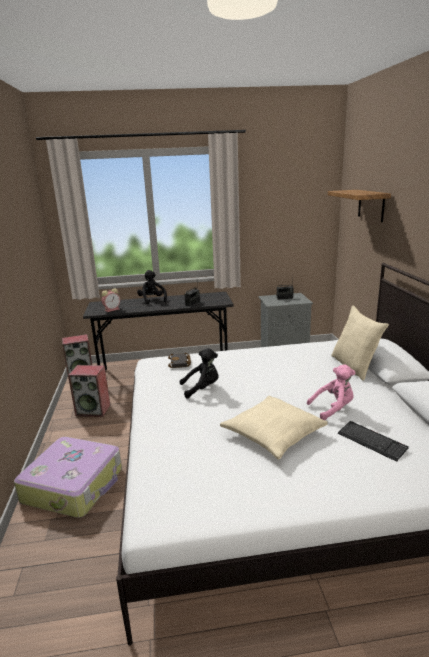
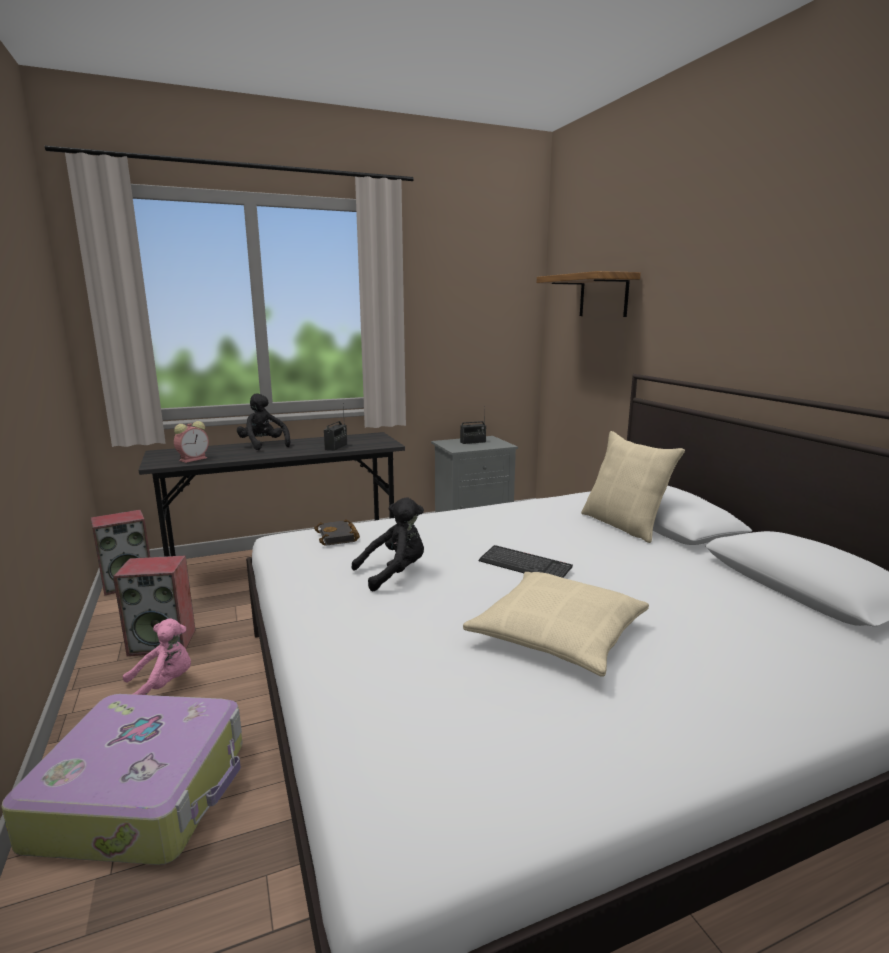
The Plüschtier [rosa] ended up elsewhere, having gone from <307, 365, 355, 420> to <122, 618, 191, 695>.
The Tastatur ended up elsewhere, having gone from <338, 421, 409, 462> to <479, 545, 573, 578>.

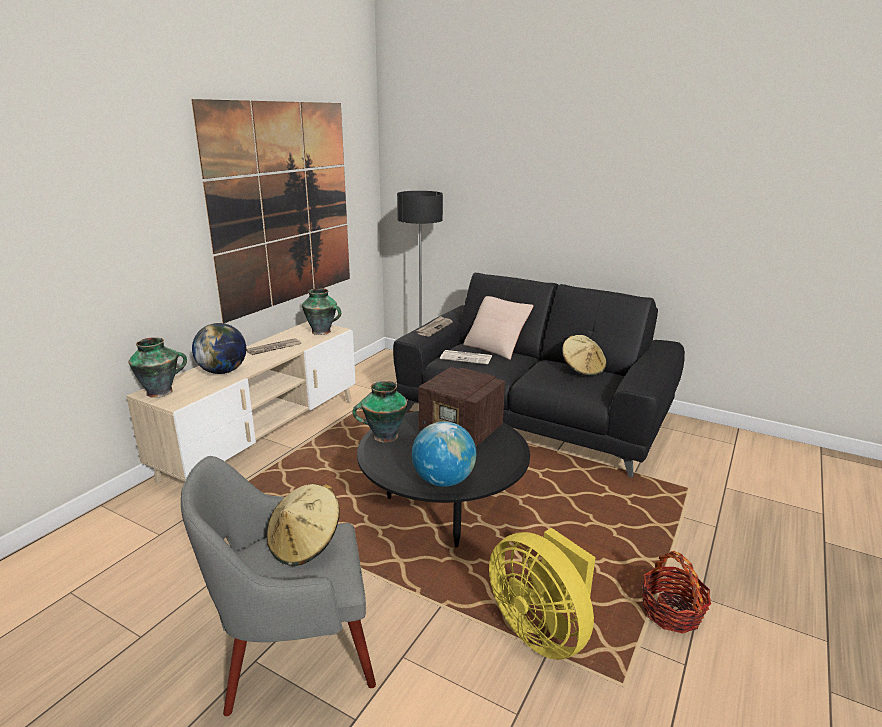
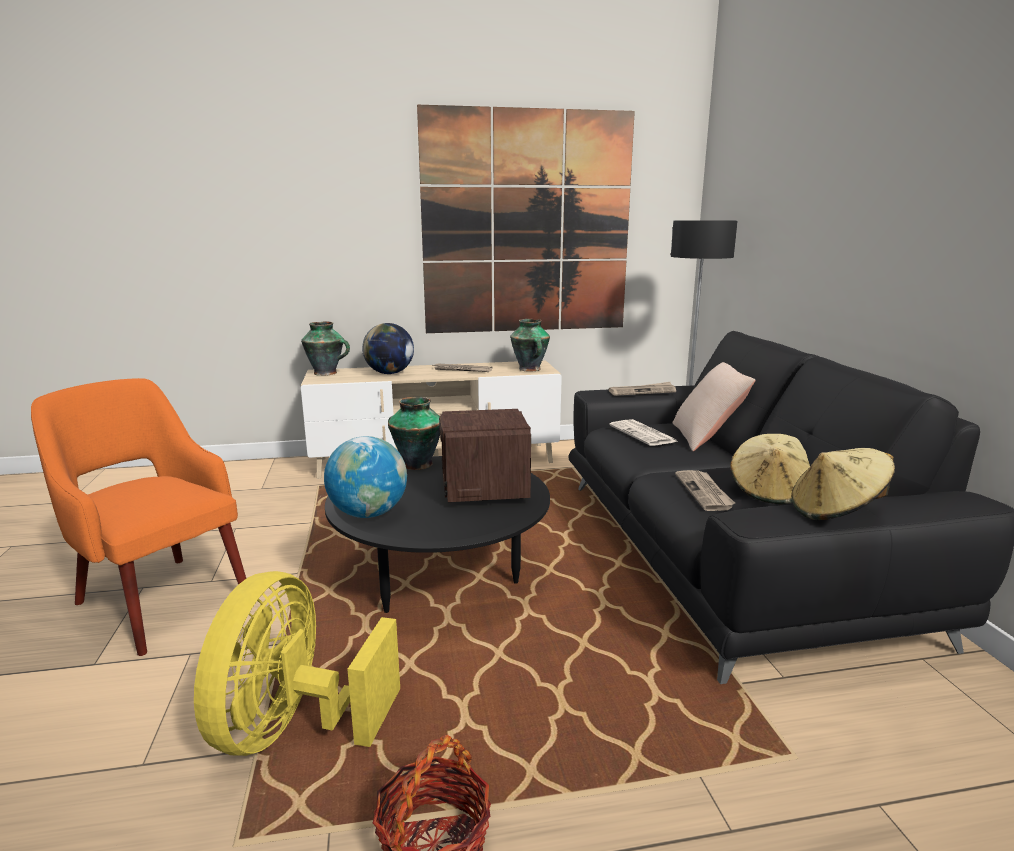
What was the Sessel [grau] at <181, 456, 376, 716> turned into the Sessel [orange] at <31, 378, 246, 656>.
The Hut [beige] ended up elsewhere, having gone from <267, 484, 340, 566> to <791, 448, 895, 520>.
The second view gained the Zeitung at <675, 470, 735, 511>.

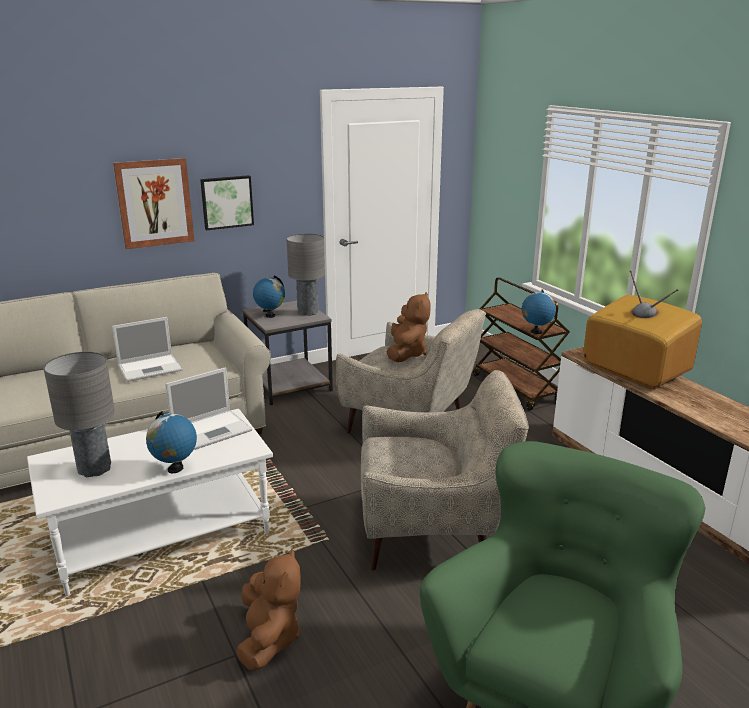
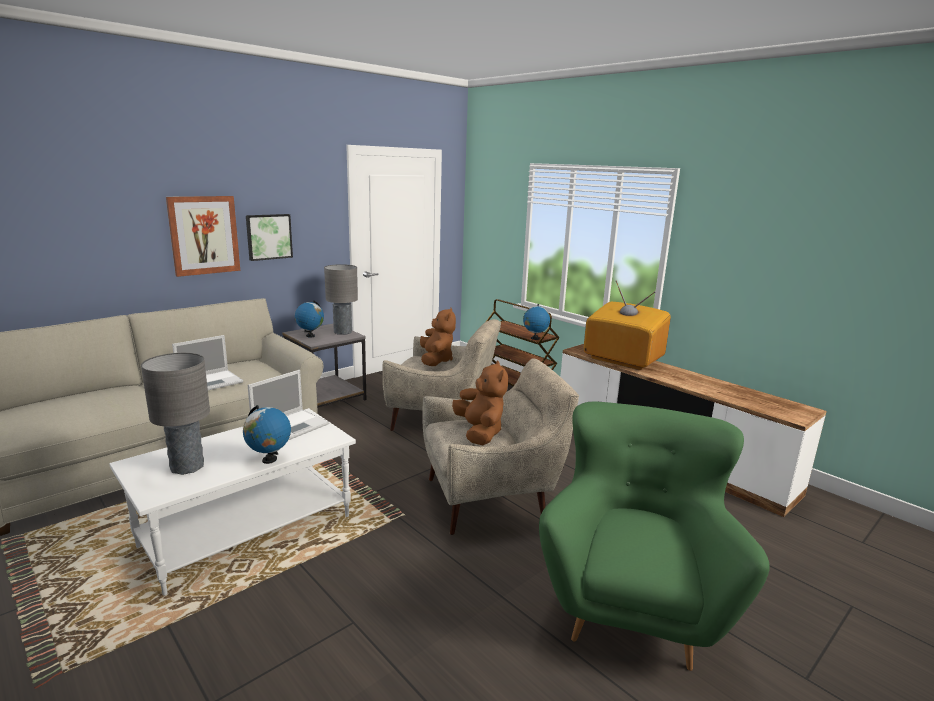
The Plüschtier [braun] ended up elsewhere, having gone from <236, 548, 301, 671> to <452, 361, 508, 445>.

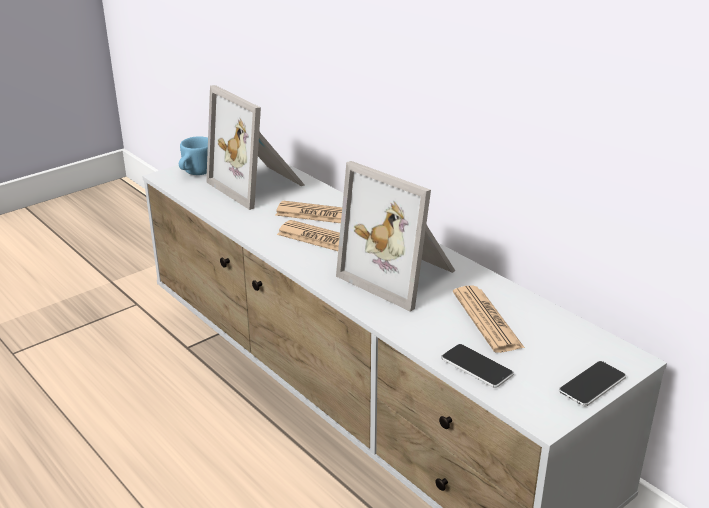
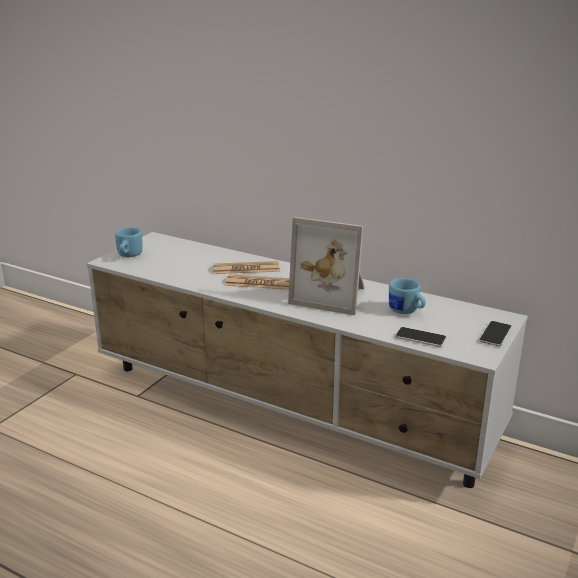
The second view lost the Bilderrahmen at <206, 85, 305, 210>.
Where the Zeitung stood at <453, 285, 525, 353>, the Henkelbecher [blau] came to stand at <389, 278, 426, 314>.

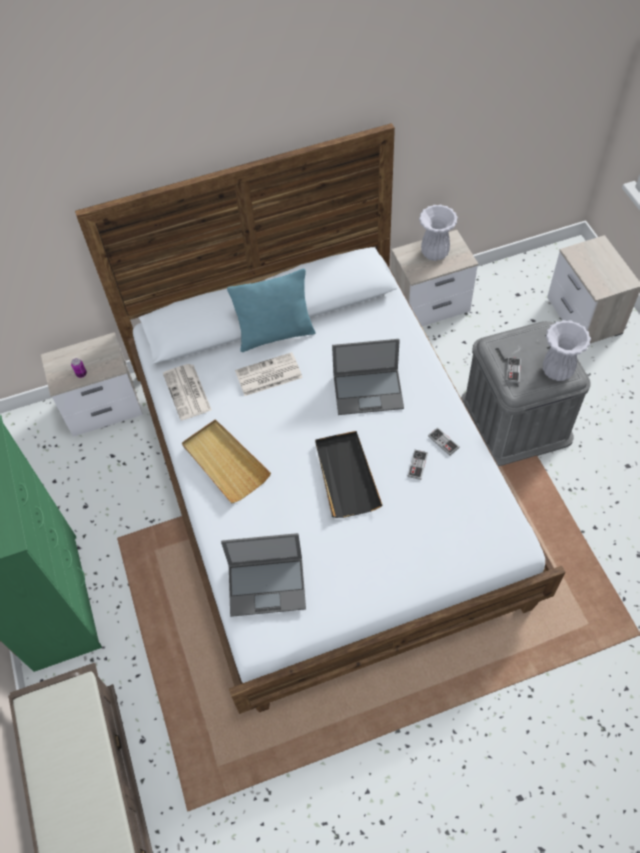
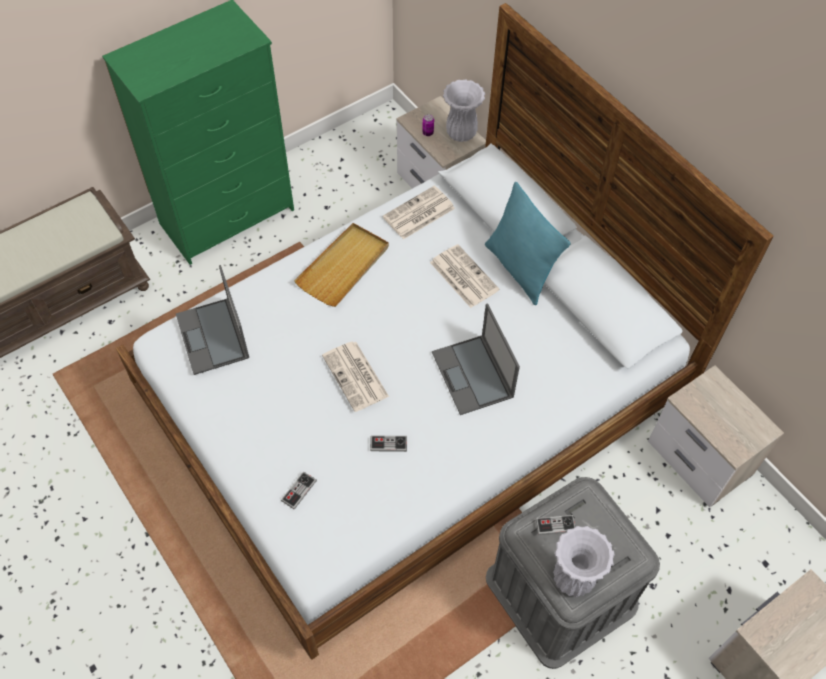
Where the Tablett [schwarz] stood at <315, 431, 382, 518>, the Zeitung came to stand at <322, 342, 389, 412>.
The Vase [weiß] ended up elsewhere, having gone from <419, 205, 458, 261> to <443, 80, 485, 142>.
The Gamepad ended up elsewhere, having gone from <428, 428, 460, 456> to <281, 471, 317, 510>.

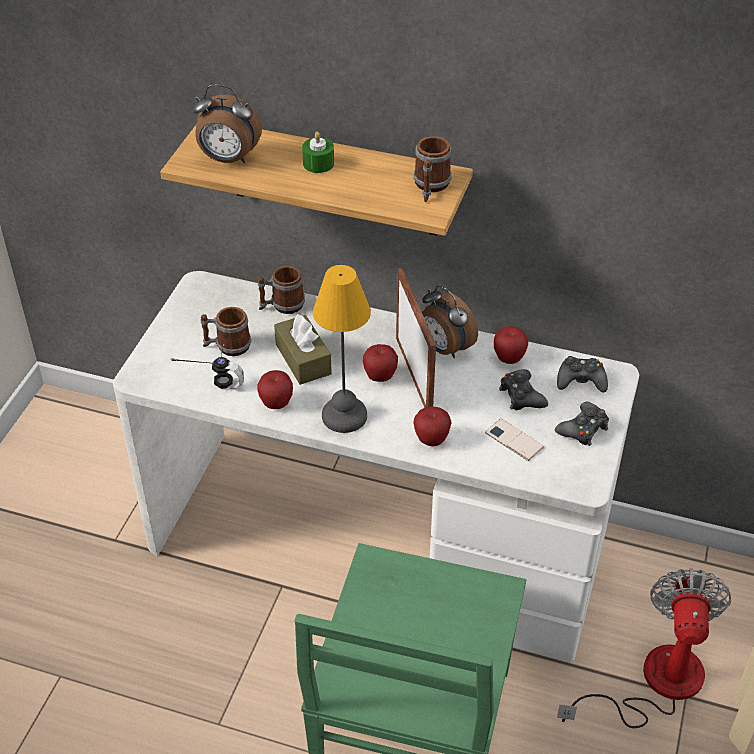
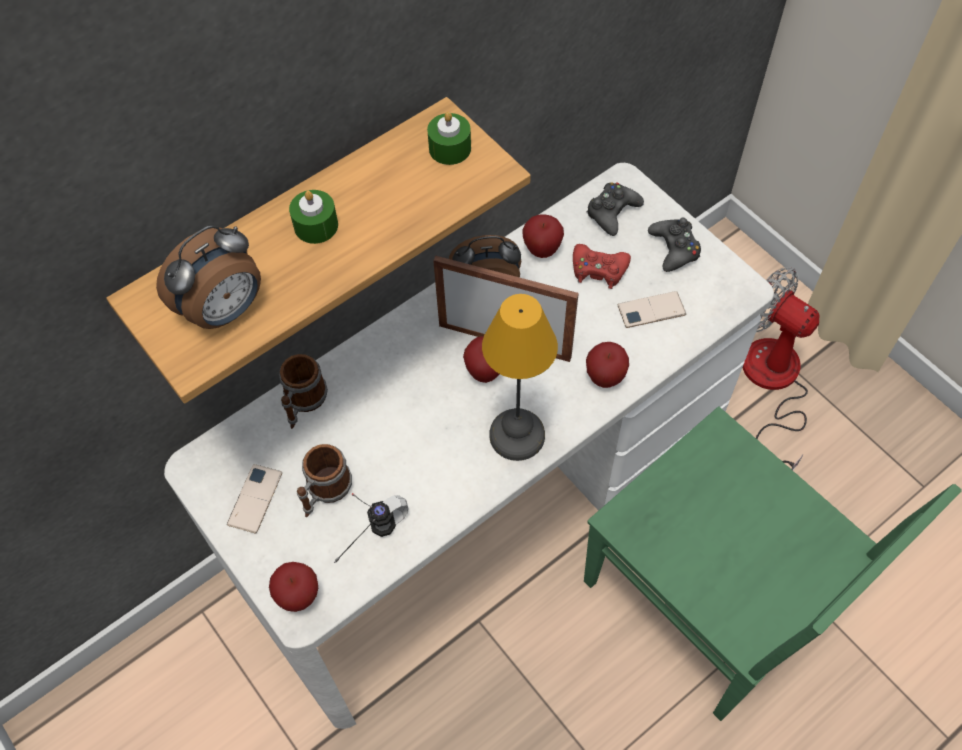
The Apfel ended up elsewhere, having gone from <257, 370, 293, 409> to <269, 562, 318, 612>.
The second view lost the Taschentuchbox [braun] at <274, 313, 332, 385>.
Where the Henkelbecher stood at <414, 136, 452, 203>, the Kerze [grün] came to stand at <427, 112, 471, 165>.
What was the Gamepad [schwarz] at <499, 369, 548, 410> turned into the Gamepad [rot] at <573, 244, 631, 289>.
The second view gained the Handy at <227, 464, 282, 534>.

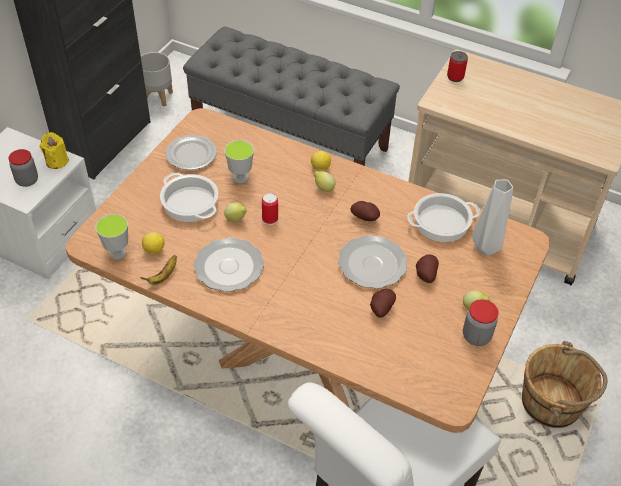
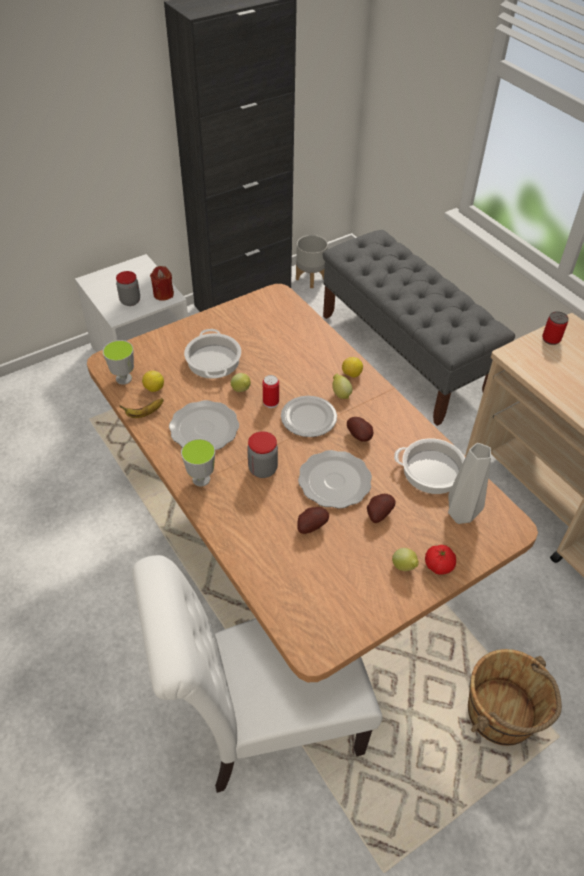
What was the Kerze [gelb] at <39, 132, 69, 169> turned into the Kerze [rot] at <150, 266, 174, 301>.
The Teller ended up elsewhere, having gone from <166, 135, 217, 170> to <281, 396, 337, 437>.
The Tasse ended up elsewhere, having gone from <225, 140, 254, 183> to <181, 439, 215, 487>.
The Vorratsglas ended up elsewhere, having gone from <463, 299, 499, 346> to <247, 431, 278, 478>.
The second view gained the Tomate at <425, 545, 456, 575>.

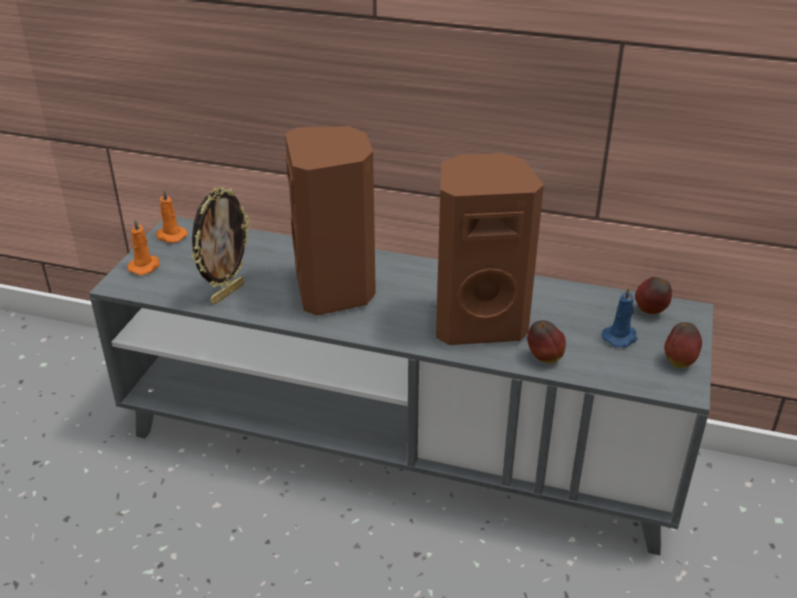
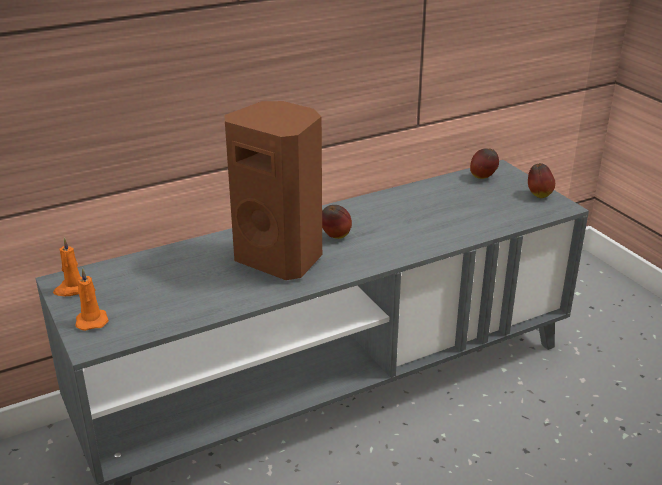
The second view lost the Bilderrahmen at <192, 187, 251, 304>.
The second view lost the Lautsprecher [braun] at <436, 153, 544, 345>.
The Apfel ended up elsewhere, having gone from <527, 320, 566, 363> to <322, 205, 352, 239>.
The second view lost the Kerze [blau] at <602, 286, 637, 347>.

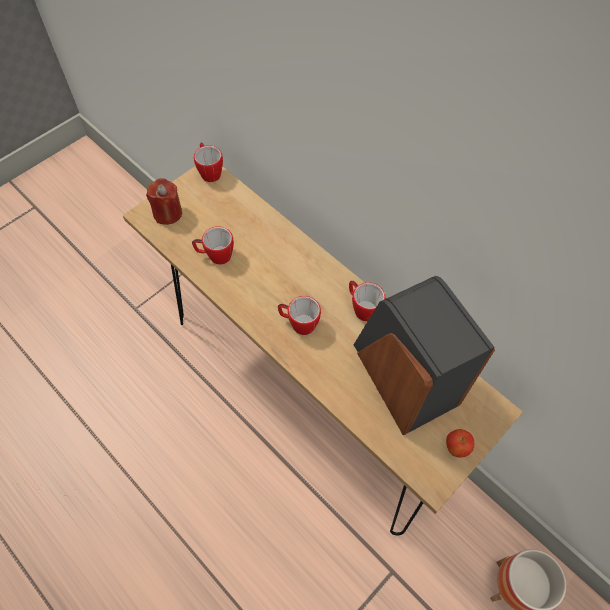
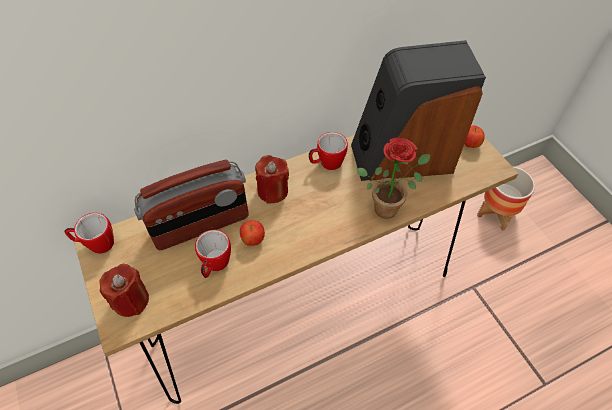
The second view lost the Henkelbecher at <278, 296, 321, 335>.
The second view gained the Radio at <134, 160, 248, 250>.
The second view gained the Apfel at <240, 220, 265, 246>.
The second view gained the Kerze [rot] at <255, 155, 289, 203>.
The second view gained the Topfpflanze at <357, 138, 430, 219>.

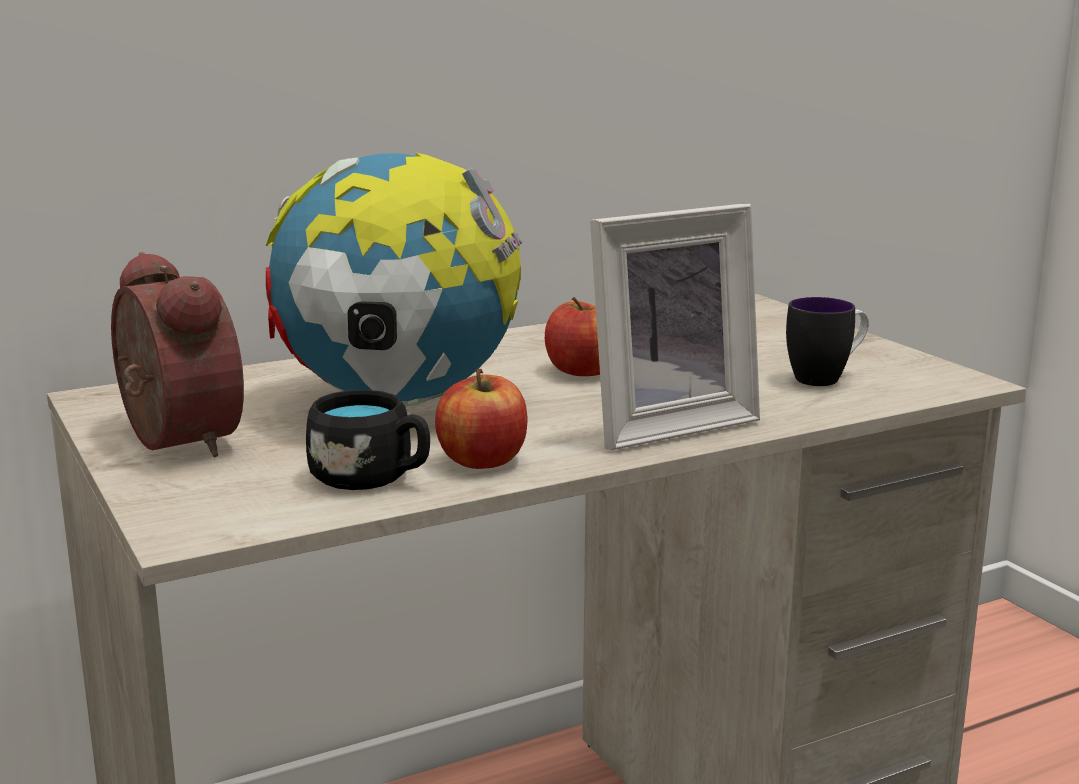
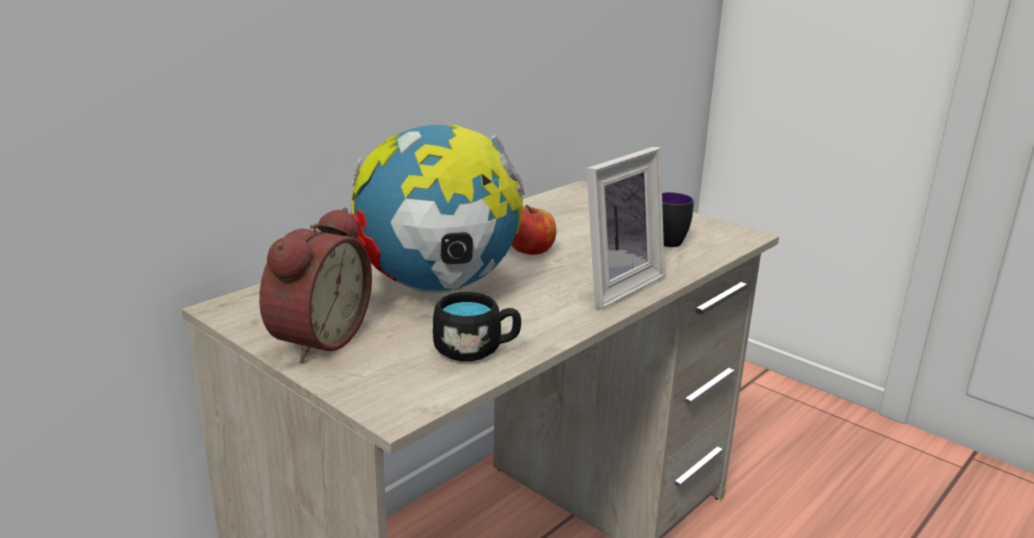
The Wecker at <111, 252, 244, 457> ended up facing another way, 75 degrees clockwise from before.
The second view lost the Apfel at <435, 369, 528, 469>.

